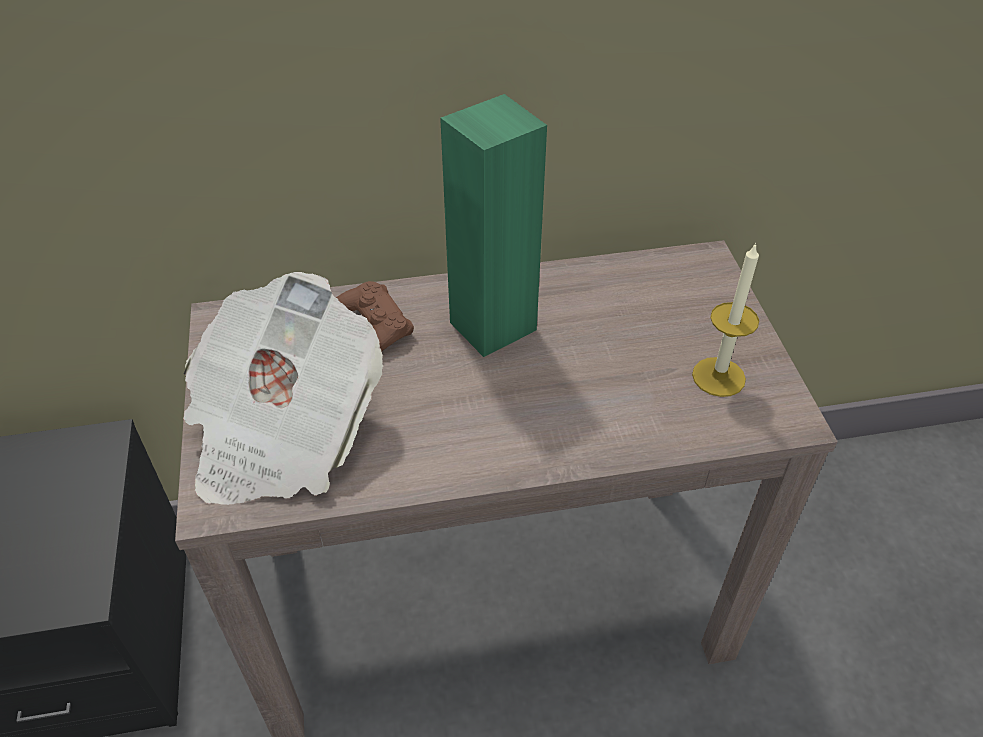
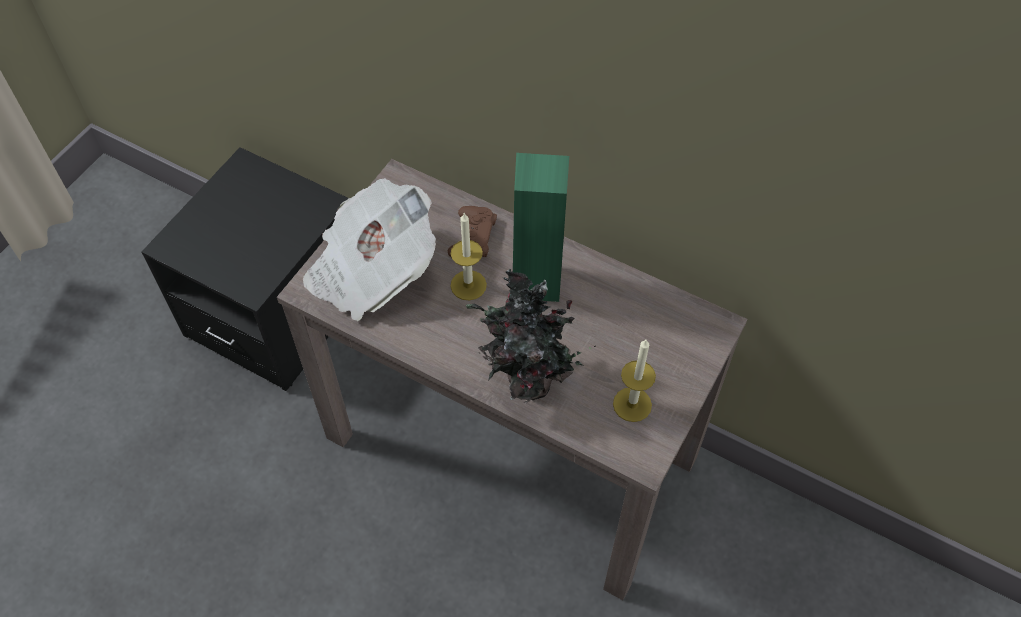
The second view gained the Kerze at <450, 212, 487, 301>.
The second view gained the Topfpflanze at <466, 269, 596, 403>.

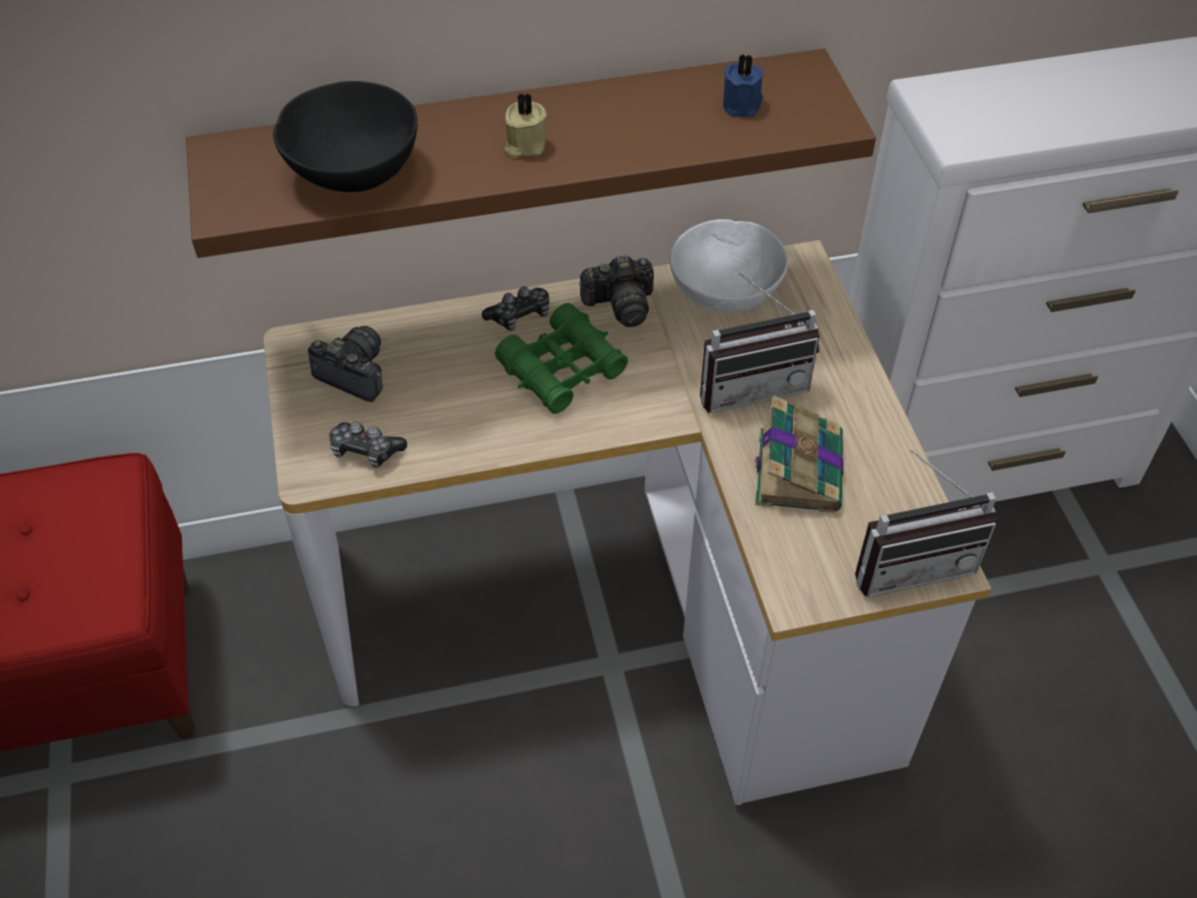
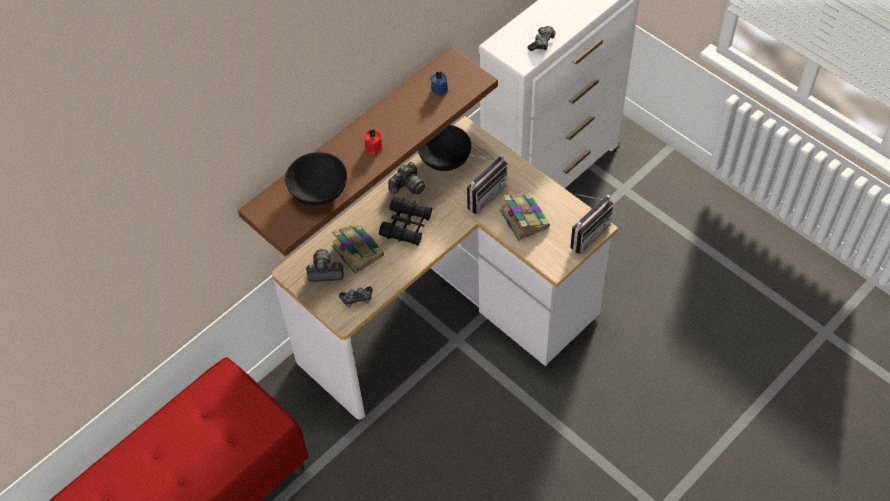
The Gamepad ended up elsewhere, having gone from <482, 286, 549, 331> to <527, 26, 556, 51>.
What was the Fernglas [grün] at <495, 303, 628, 414> turned into the Fernglas [schwarz] at <379, 197, 432, 246>.
What was the Kerze [beige] at <504, 93, 546, 158> turned into the Kerze [rot] at <365, 129, 383, 155>.
What was the Schüssel [weiß] at <670, 219, 788, 313> turned into the Schüssel [schwarz] at <418, 125, 471, 171>.
The second view gained the Buch at <331, 224, 384, 274>.

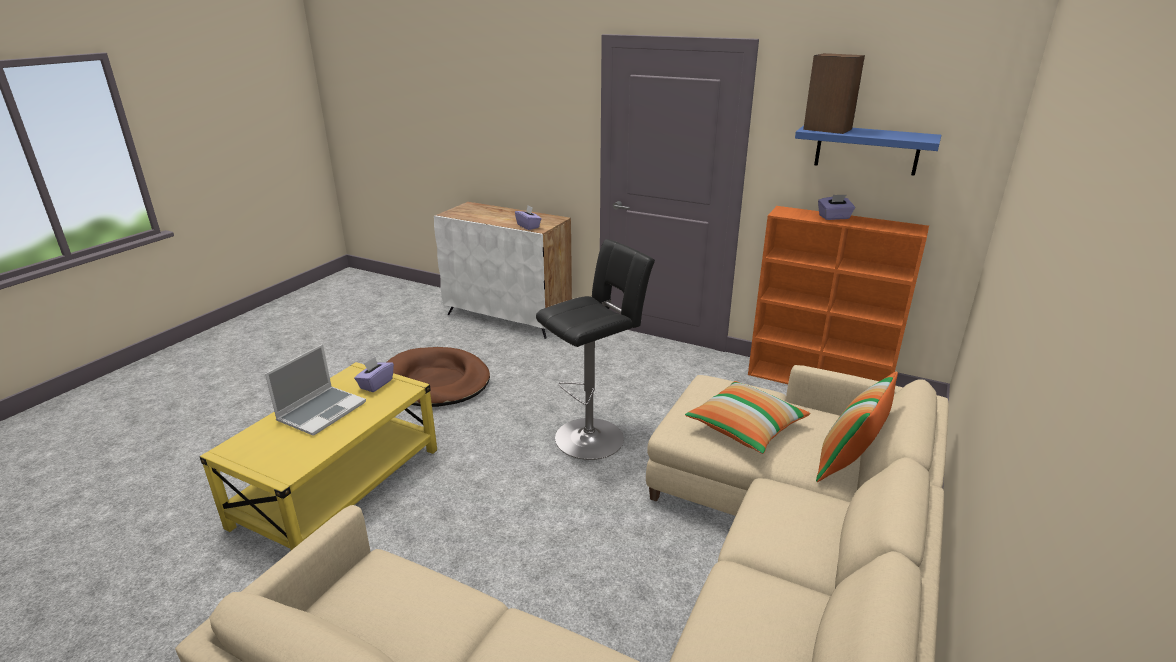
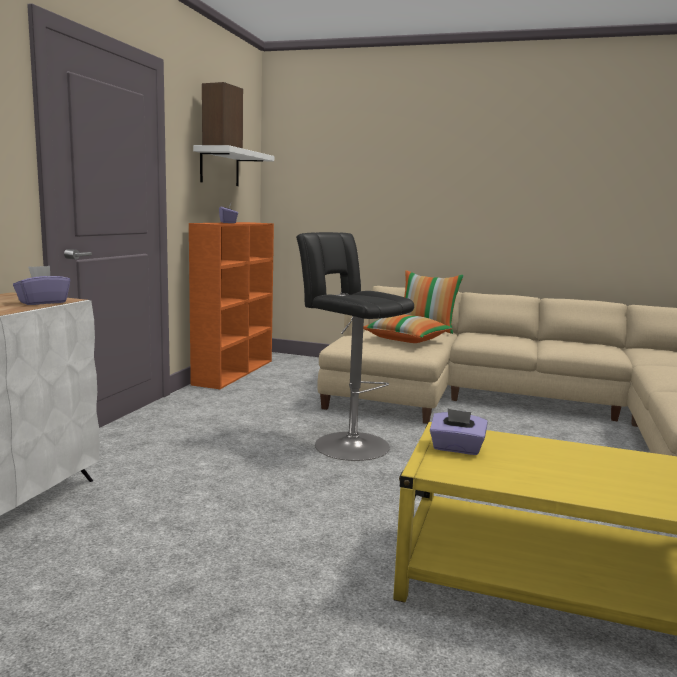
The second view lost the Laptop at <265, 344, 366, 436>.
The second view lost the Hundebett [braun] at <387, 347, 490, 407>.
What was the Wandregal [blau] at <795, 125, 941, 176> turned into the Wandregal [weiß] at <193, 145, 274, 186>.

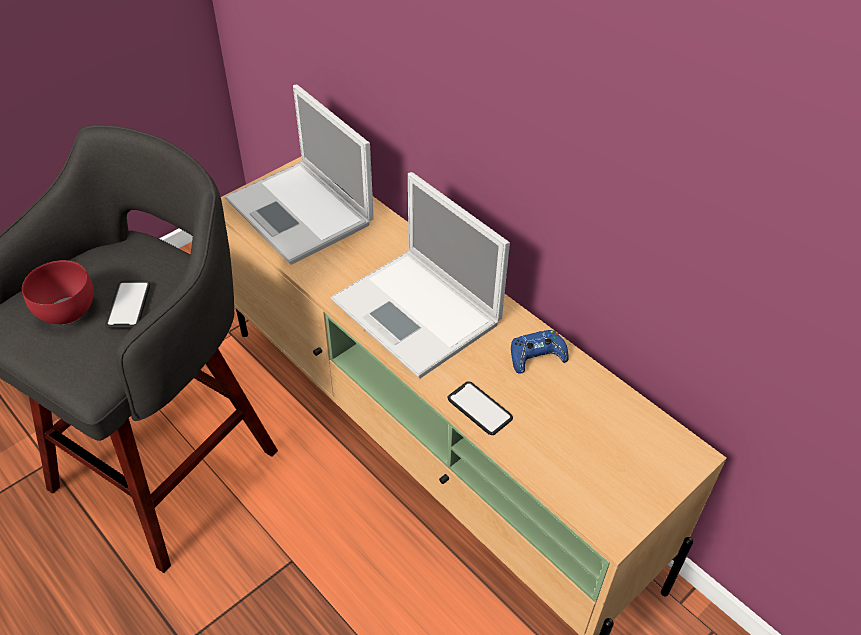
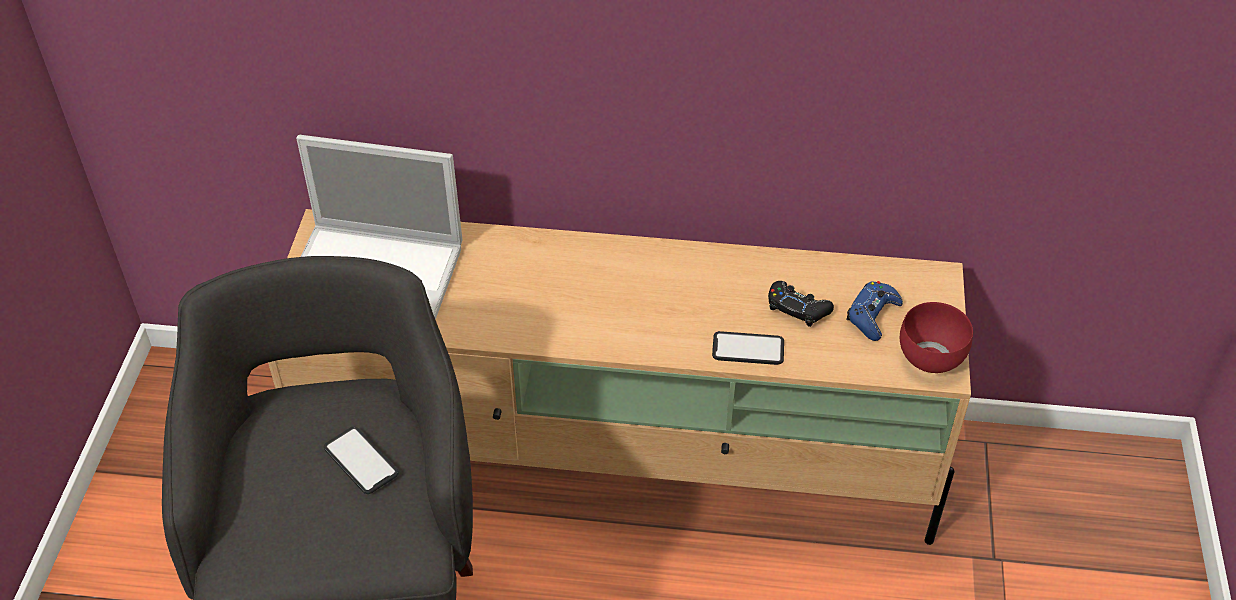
The Schüssel [rot] ended up elsewhere, having gone from <22, 260, 94, 325> to <900, 302, 973, 373>.
The second view lost the Laptop at <331, 172, 510, 378>.
The Gamepad [blau] ended up elsewhere, having gone from <511, 330, 569, 374> to <846, 281, 903, 341>.
The second view gained the Gamepad [schwarz] at <768, 281, 834, 327>.

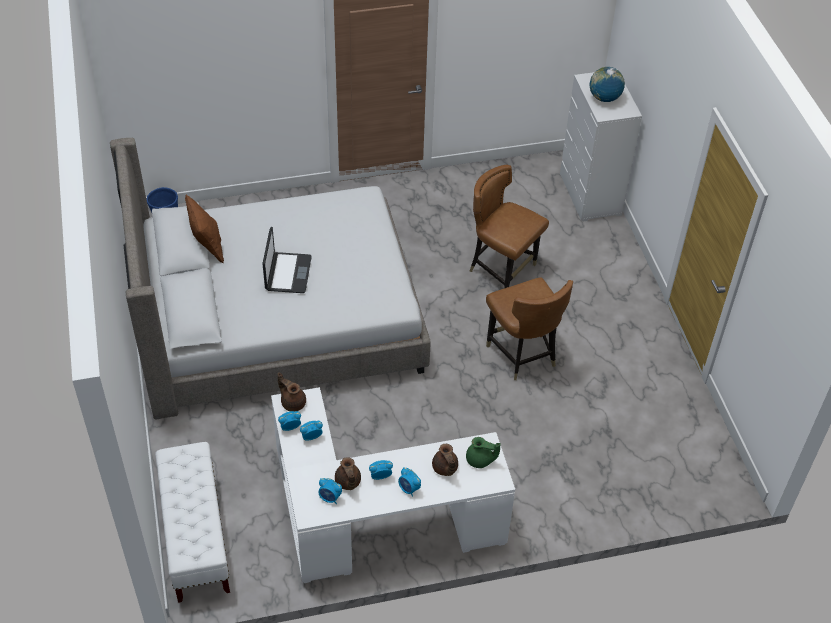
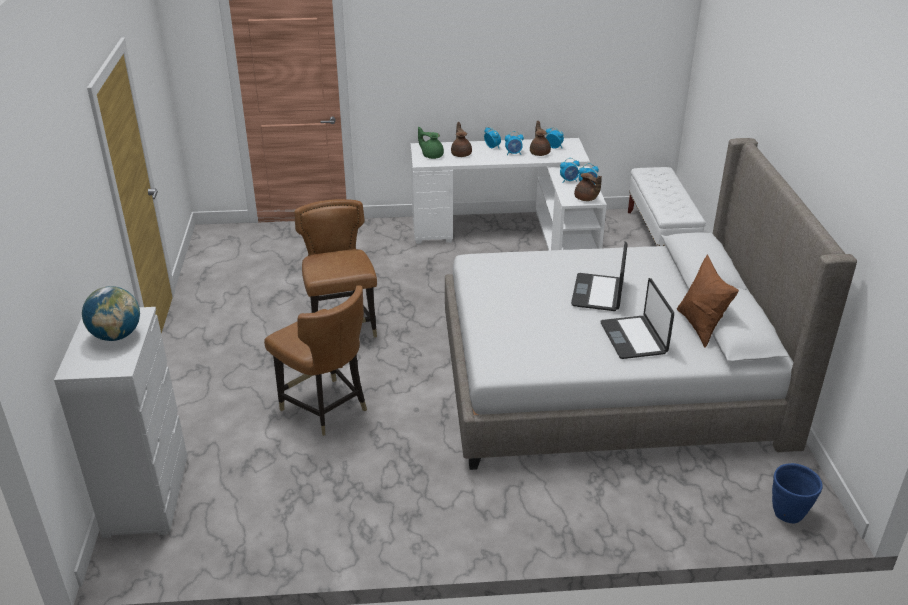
The second view gained the Laptop at <600, 278, 674, 359>.

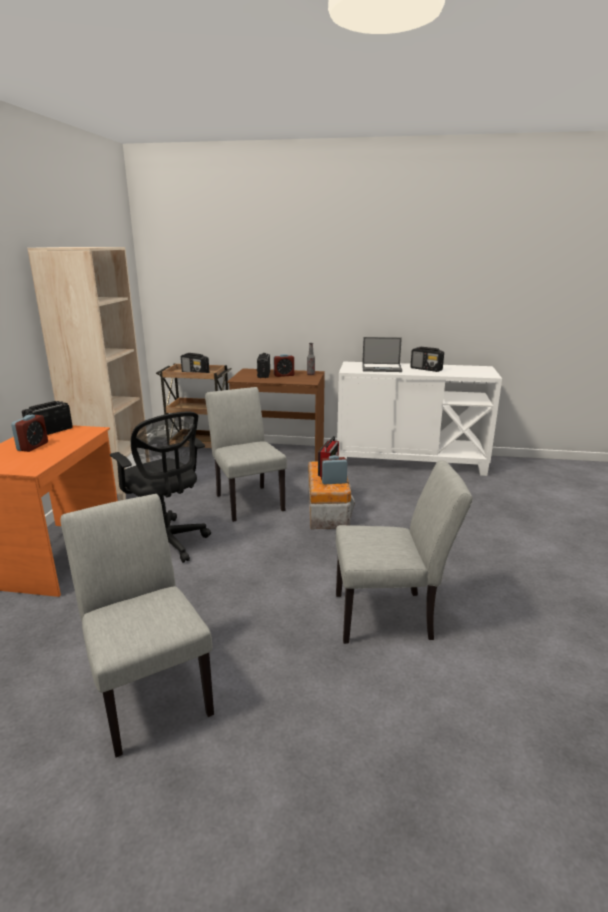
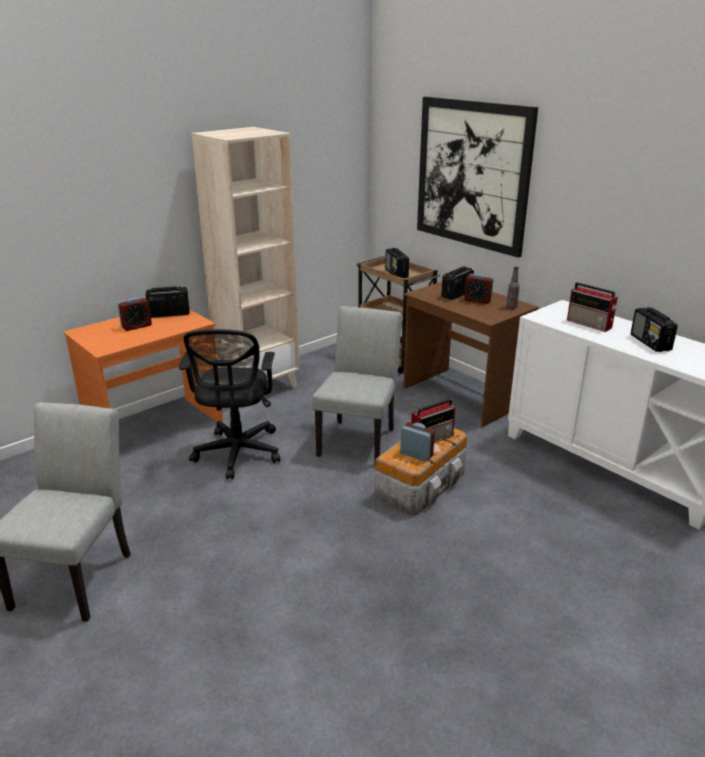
The second view lost the Stuhl [grau] at <336, 460, 473, 644>.
Where the Laptop stood at <362, 337, 402, 372>, the Radio came to stand at <567, 282, 618, 332>.
The second view gained the Bild at <417, 97, 538, 258>.

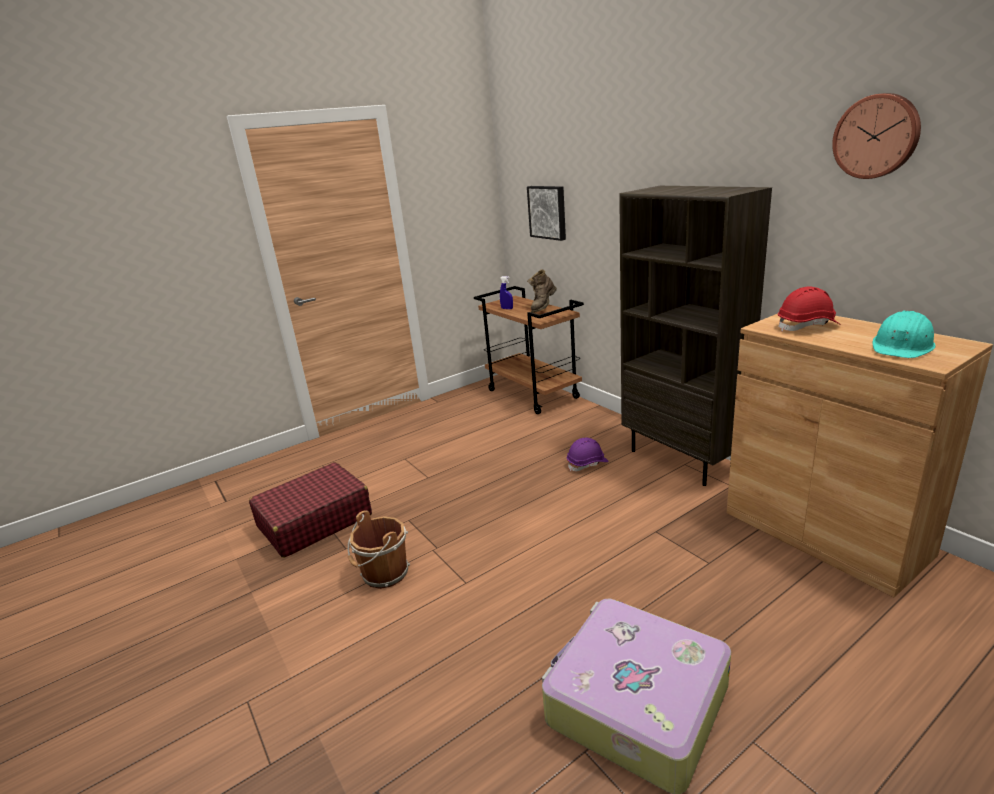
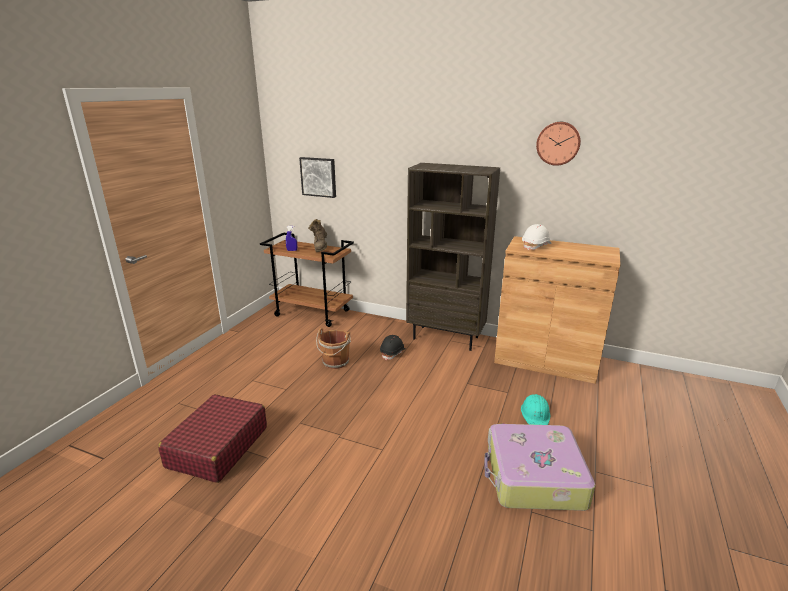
The Eimer [braun] ended up elsewhere, having gone from <348, 510, 410, 589> to <316, 328, 351, 369>.
What was the Schutzhelm [lila] at <567, 438, 609, 472> turned into the Schutzhelm [schwarz] at <380, 335, 405, 361>.
What was the Schutzhelm [rot] at <778, 286, 841, 332> turned into the Schutzhelm [weiß] at <522, 224, 551, 250>.
The Schutzhelm [türkis] ended up elsewhere, having gone from <872, 310, 936, 358> to <521, 394, 550, 425>.

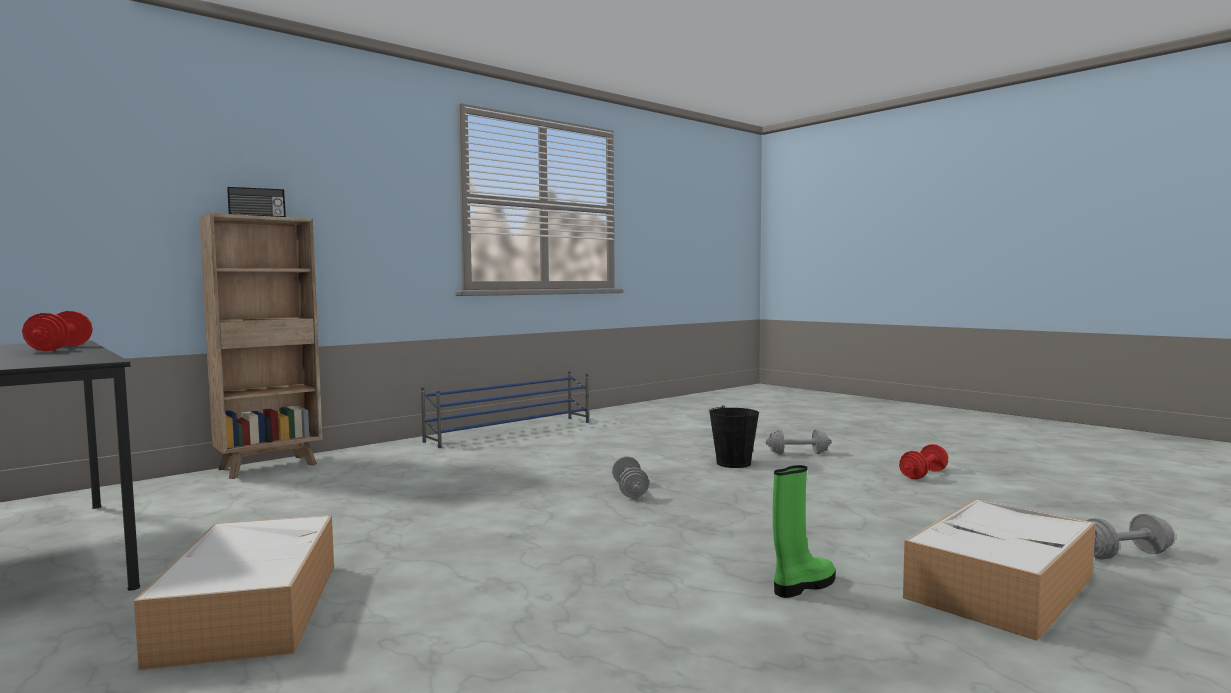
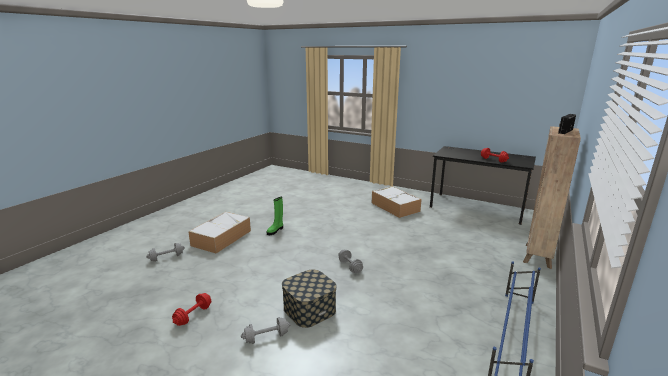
Where the Eimer [schwarz] stood at <709, 405, 759, 468>, the Aufbewahrungsbox came to stand at <282, 270, 337, 328>.

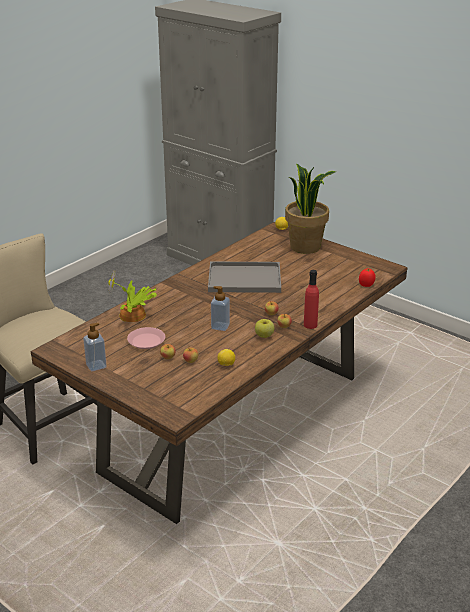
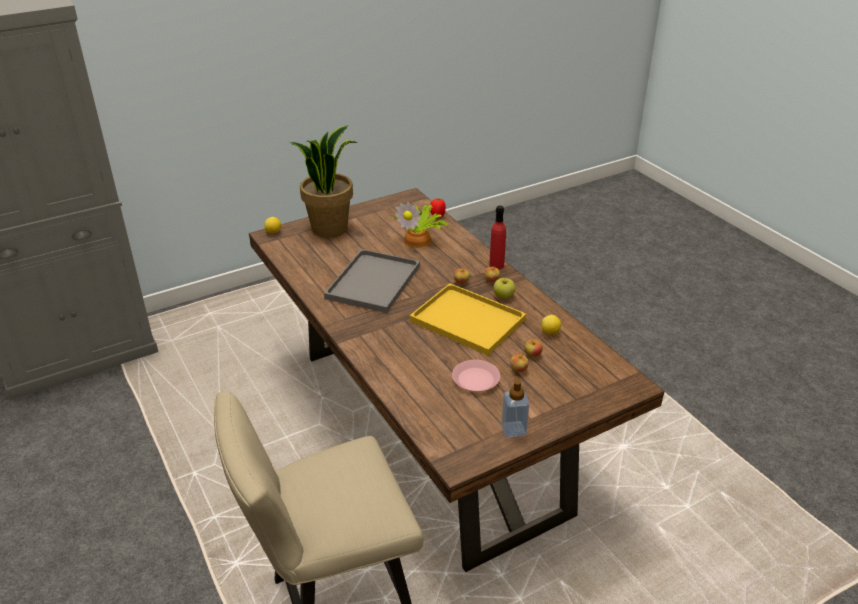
The Topfpflanze ended up elsewhere, having gone from <108, 270, 157, 322> to <392, 201, 448, 248>.
Where the Seifenspender stood at <211, 286, 230, 331>, the Tablett [gelb] came to stand at <410, 283, 526, 355>.

